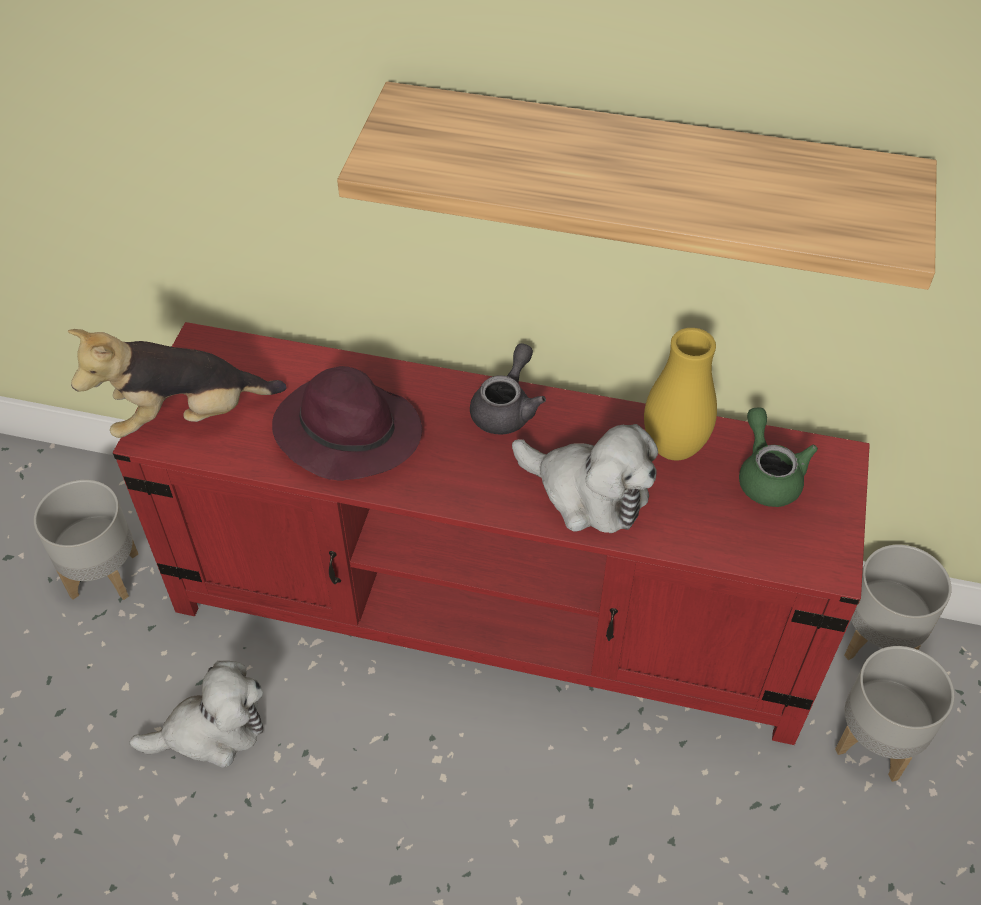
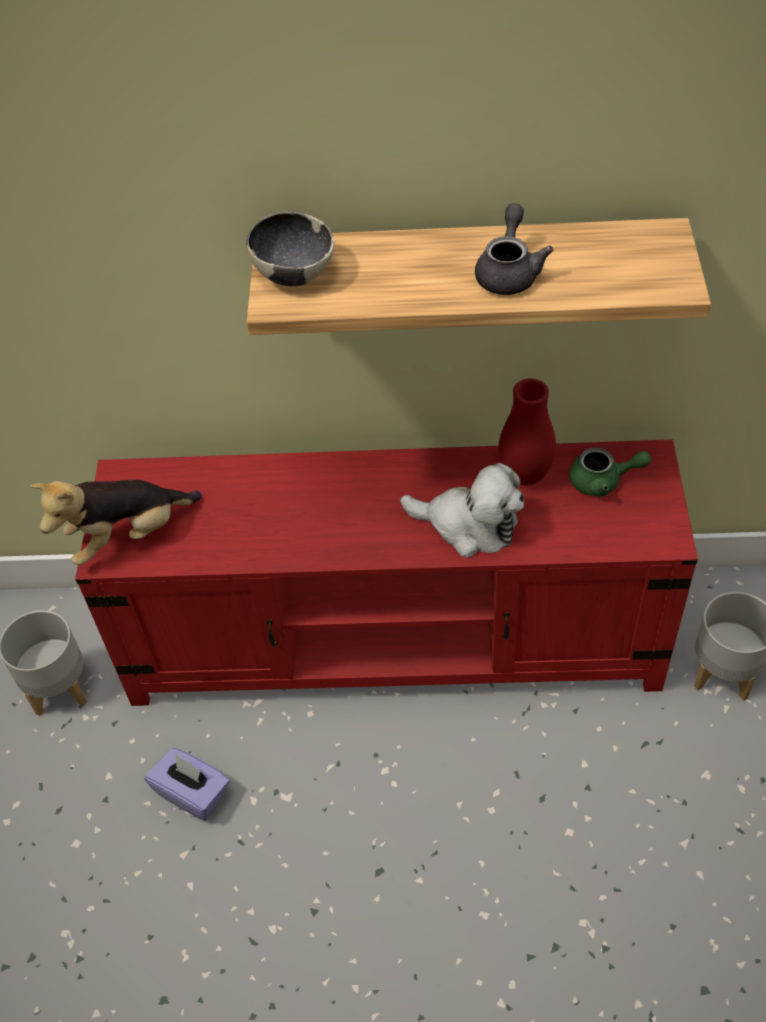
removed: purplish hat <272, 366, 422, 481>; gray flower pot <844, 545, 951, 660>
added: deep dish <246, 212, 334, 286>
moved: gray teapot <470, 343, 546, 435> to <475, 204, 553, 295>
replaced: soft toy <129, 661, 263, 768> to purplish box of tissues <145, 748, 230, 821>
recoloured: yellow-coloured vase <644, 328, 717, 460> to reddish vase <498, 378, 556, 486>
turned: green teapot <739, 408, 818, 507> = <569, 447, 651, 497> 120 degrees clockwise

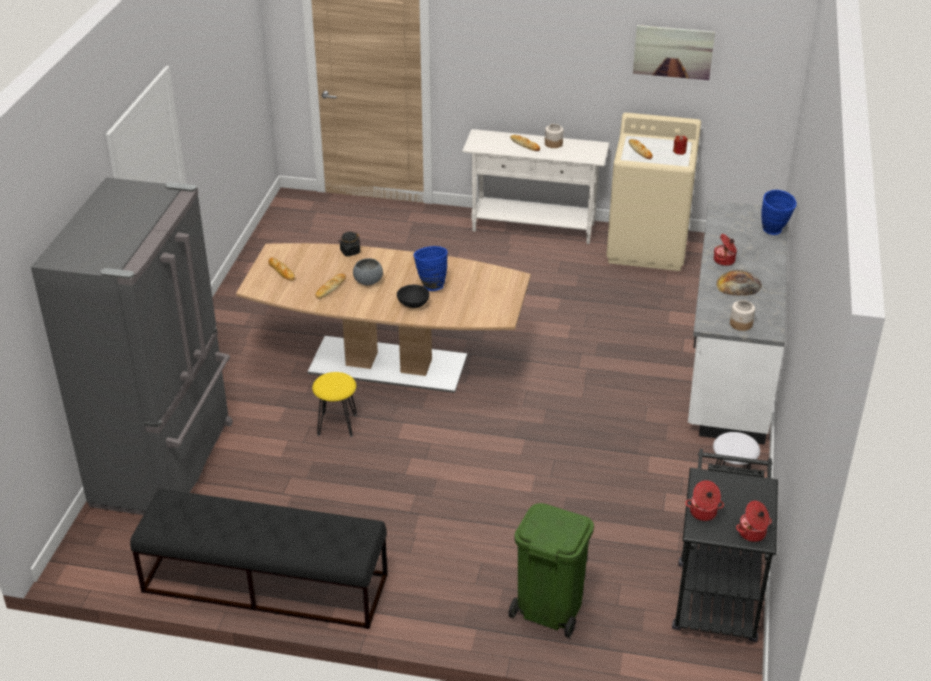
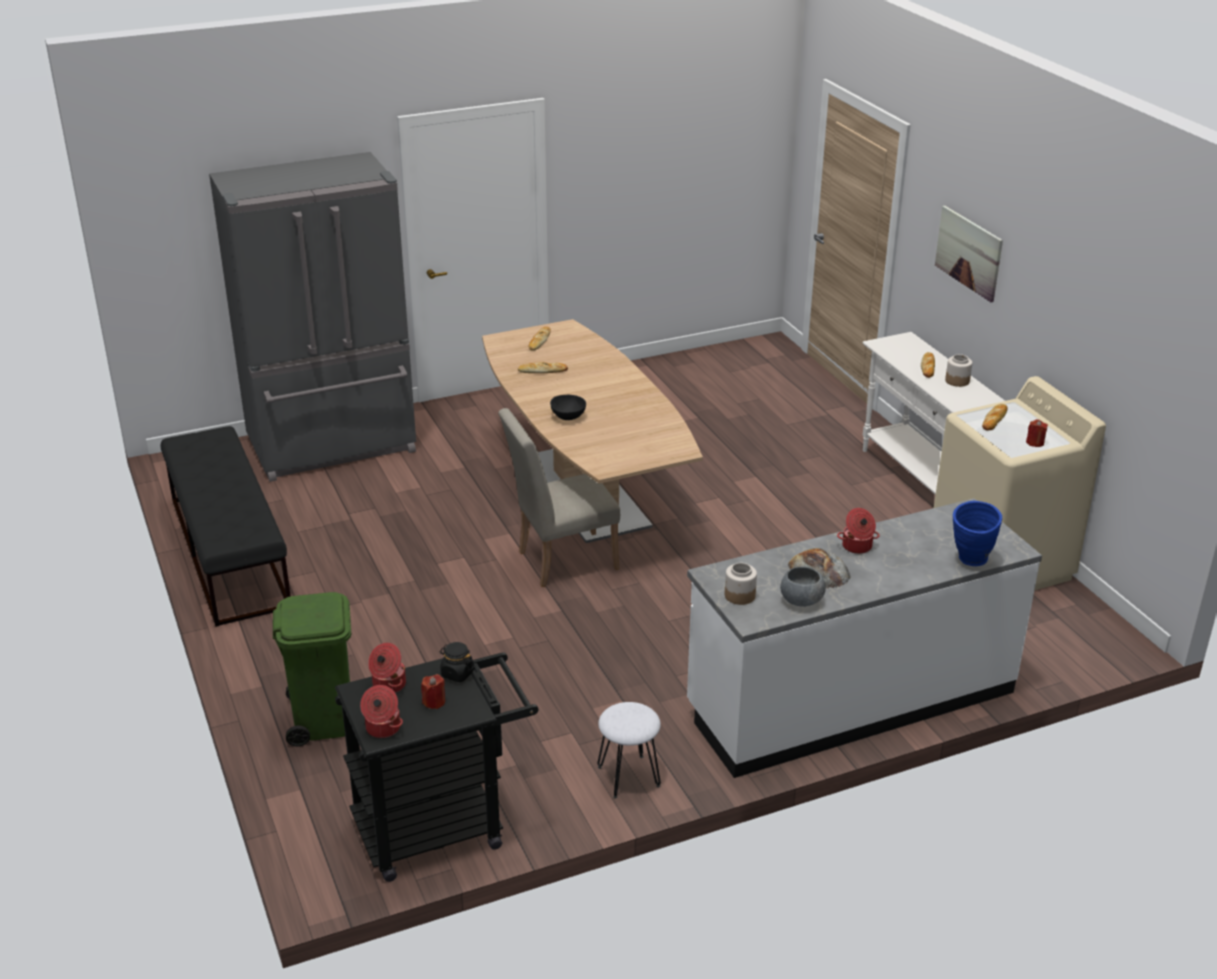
removed: yellow-coloured sitting stool <312, 372, 357, 437>; blue vase <413, 246, 448, 291>
added: reddish wax light <421, 674, 445, 709>; beige plain chair <498, 408, 620, 587>
moved: blackish jar <338, 232, 361, 256> to <440, 642, 474, 682>; gray deep dish <353, 258, 383, 285> to <780, 567, 826, 607>; wall art <633, 25, 715, 80> to <935, 206, 1003, 302>

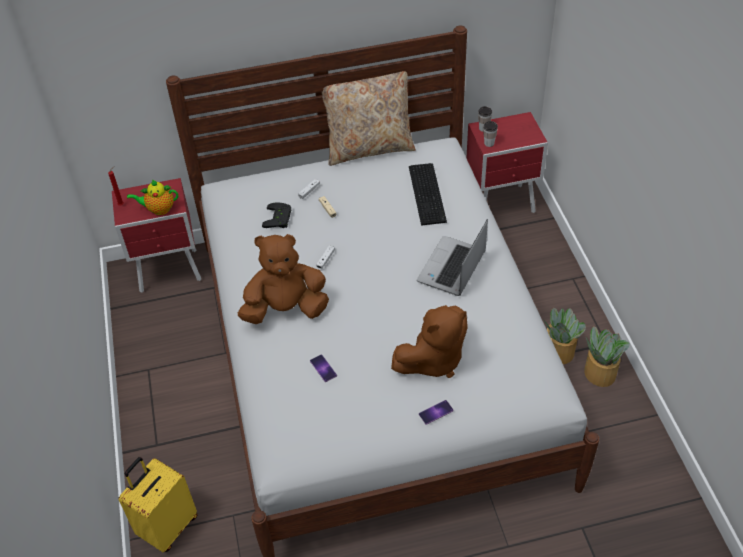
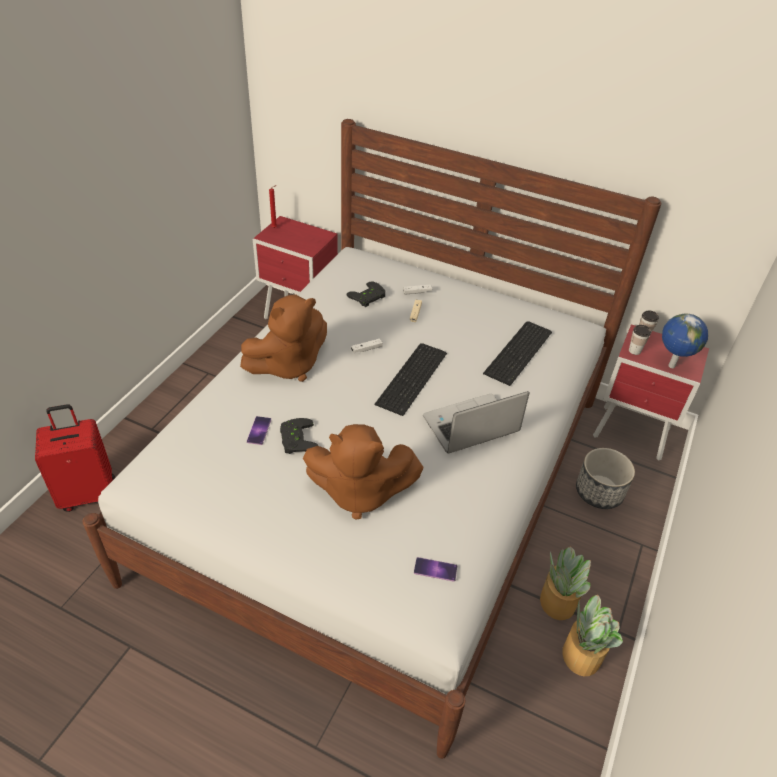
removed: teapot <127, 180, 178, 215>; beige cushion <322, 71, 416, 166>
added: blackish game controller <280, 418, 318, 454>; PC keyboard <375, 343, 447, 416>; flower pot <576, 448, 635, 509>; globe <662, 314, 708, 368>
moved: telephone <419, 400, 453, 425> to <414, 557, 457, 582>
recoloured: yellow-coloured piece of luggage <118, 457, 198, 552> to reddish piece of luggage <35, 404, 115, 512>
turned: brown soft toy <238, 234, 329, 324> = <240, 294, 327, 382> 120 degrees clockwise

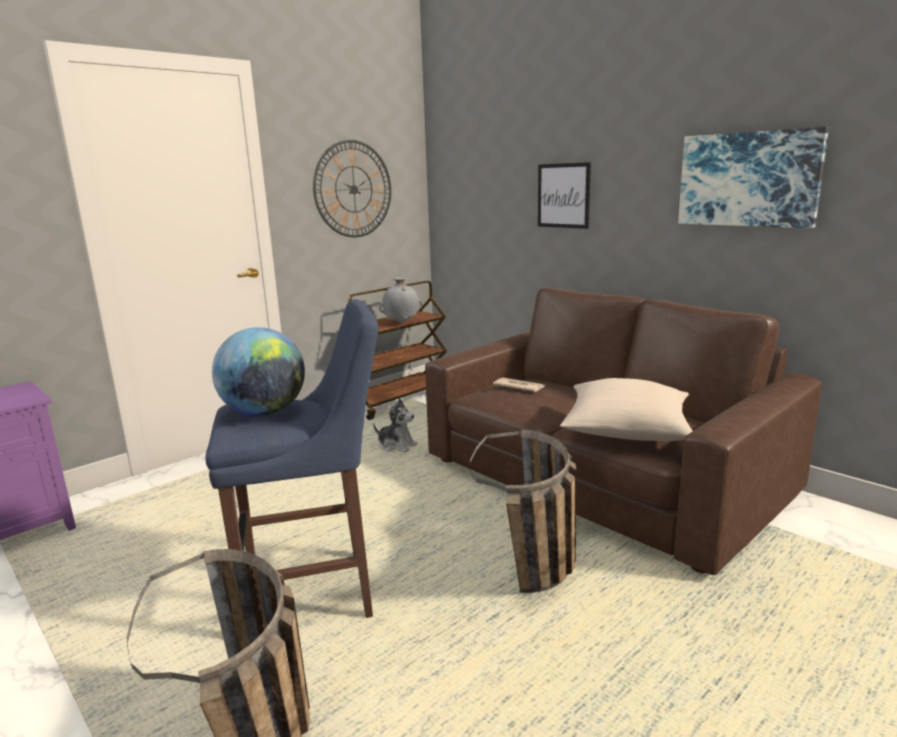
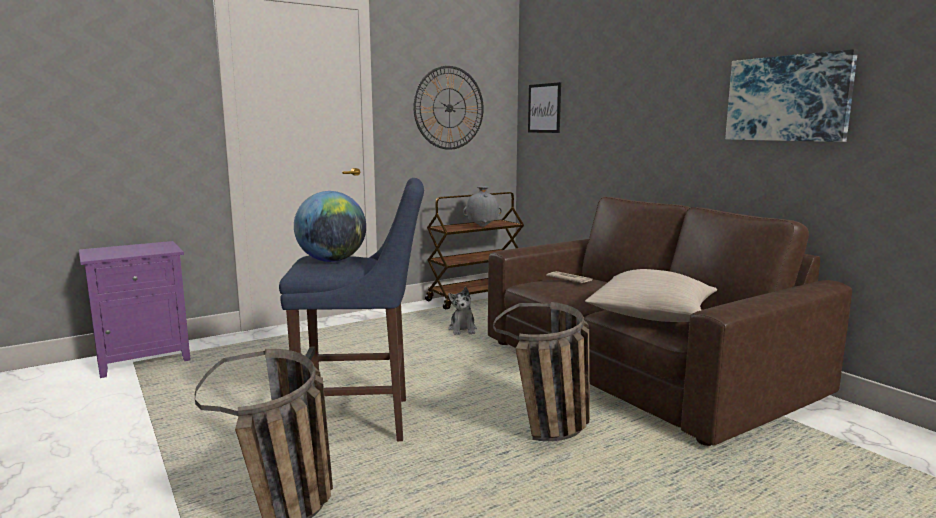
moved: wall art <538, 162, 591, 229> to <528, 82, 561, 133>
turned: soft toy <373, 398, 418, 453> = <448, 287, 477, 335> 45 degrees clockwise

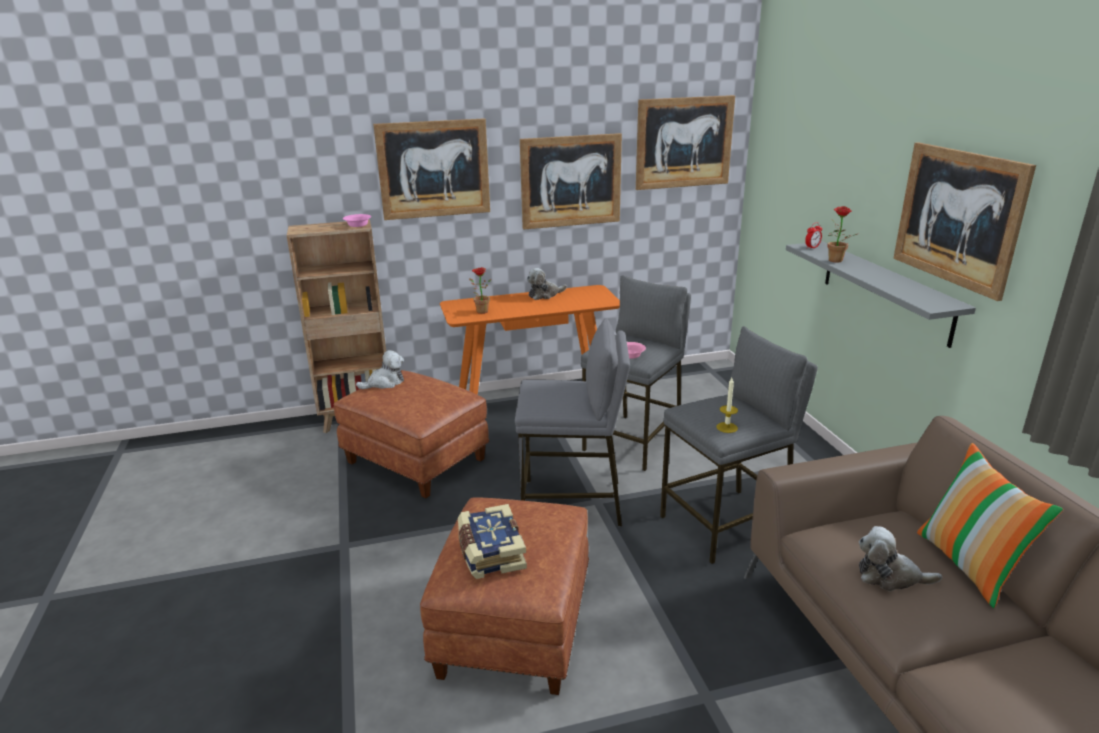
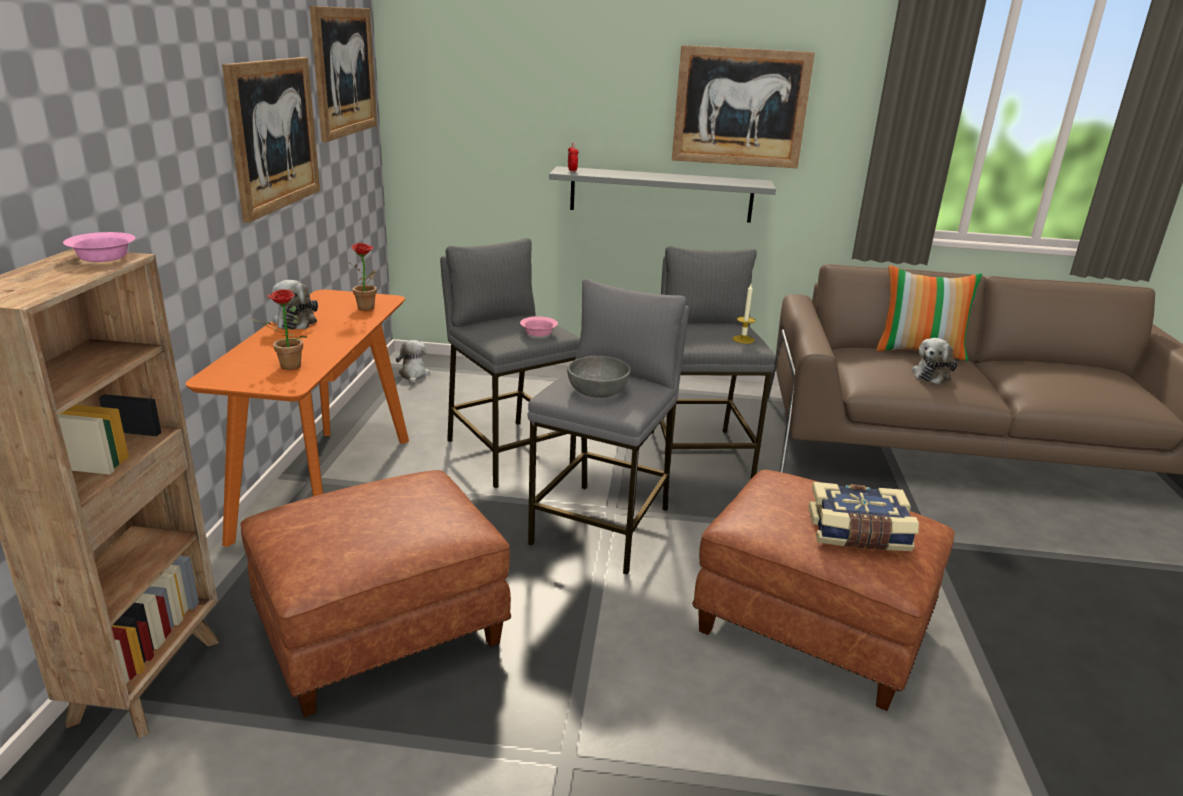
removed: wall art <373, 118, 490, 220>
added: gray deep dish <567, 356, 631, 398>
moved: soft toy <356, 350, 404, 389> to <396, 340, 430, 385>; houseplant <828, 206, 857, 262> to <347, 243, 377, 311>

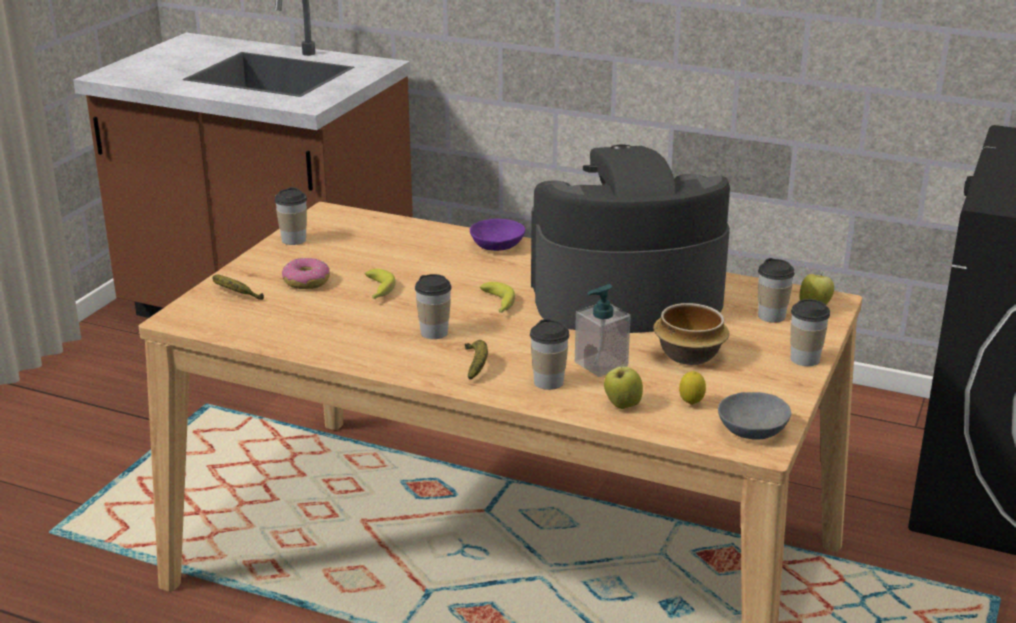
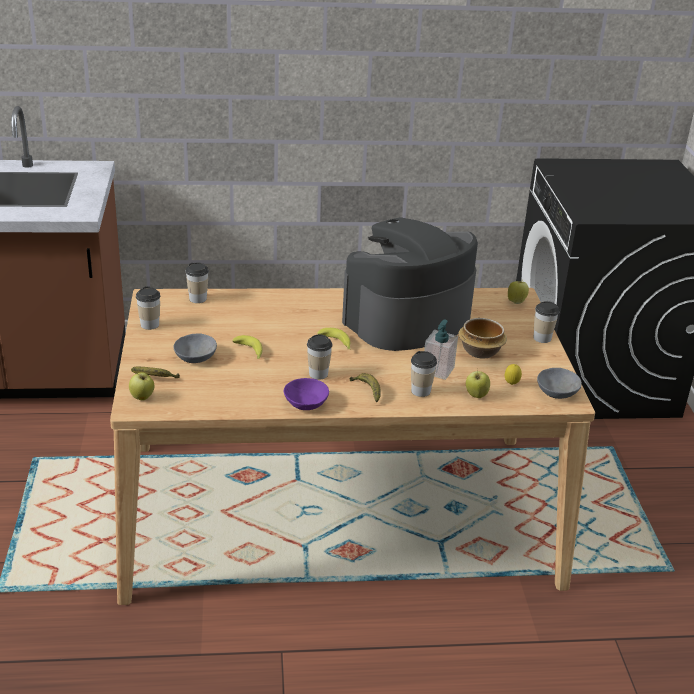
added: apple <129, 372, 155, 400>
moved: purplish deep dish <470, 219, 525, 251> to <284, 378, 329, 410>; drinking cup <758, 258, 795, 323> to <185, 263, 209, 303>
replaced: doughnut <282, 258, 330, 289> to gray deep dish <173, 333, 217, 363>

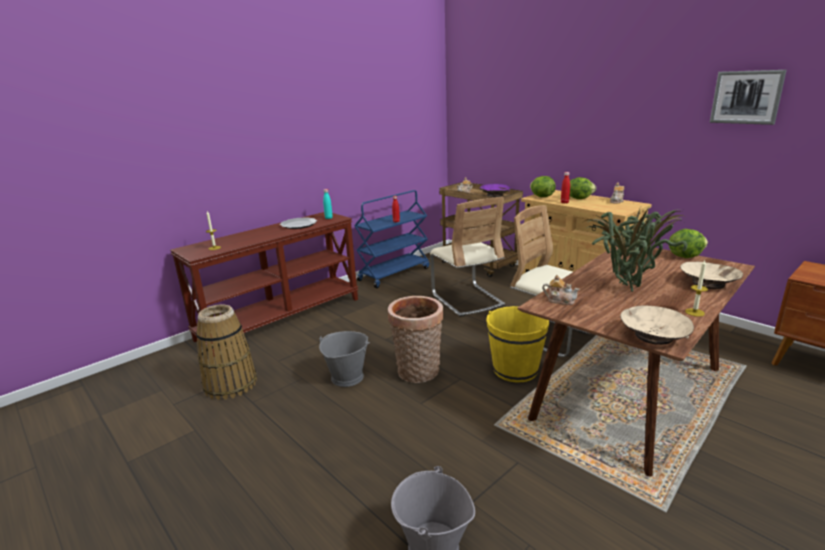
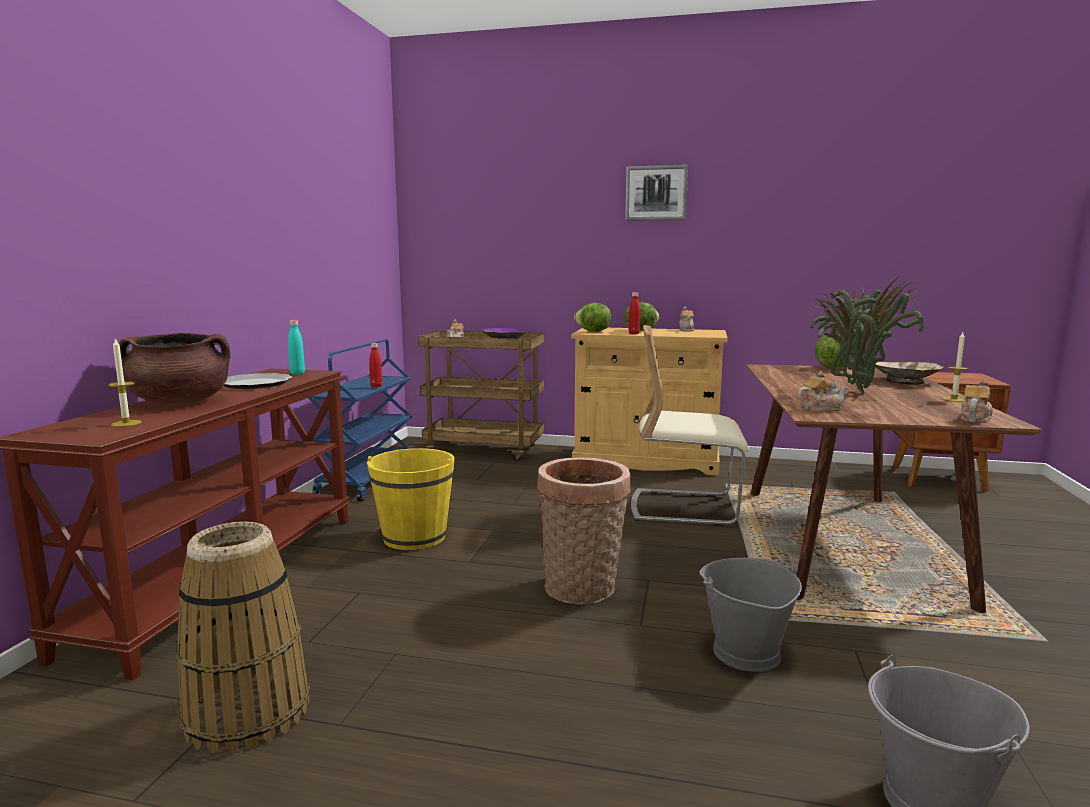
removed: beige plain chair <430, 197, 505, 317>
added: brown saucepot <119, 333, 230, 404>
moved: gray pail <319, 331, 370, 387> to <699, 558, 802, 672>; yellow-coloured pail <486, 306, 549, 383> to <367, 448, 455, 550>; wall art <710, 70, 787, 125> to <625, 165, 688, 221>
replaced: beige deep dish <620, 305, 694, 345> to teapot <958, 379, 993, 423>

